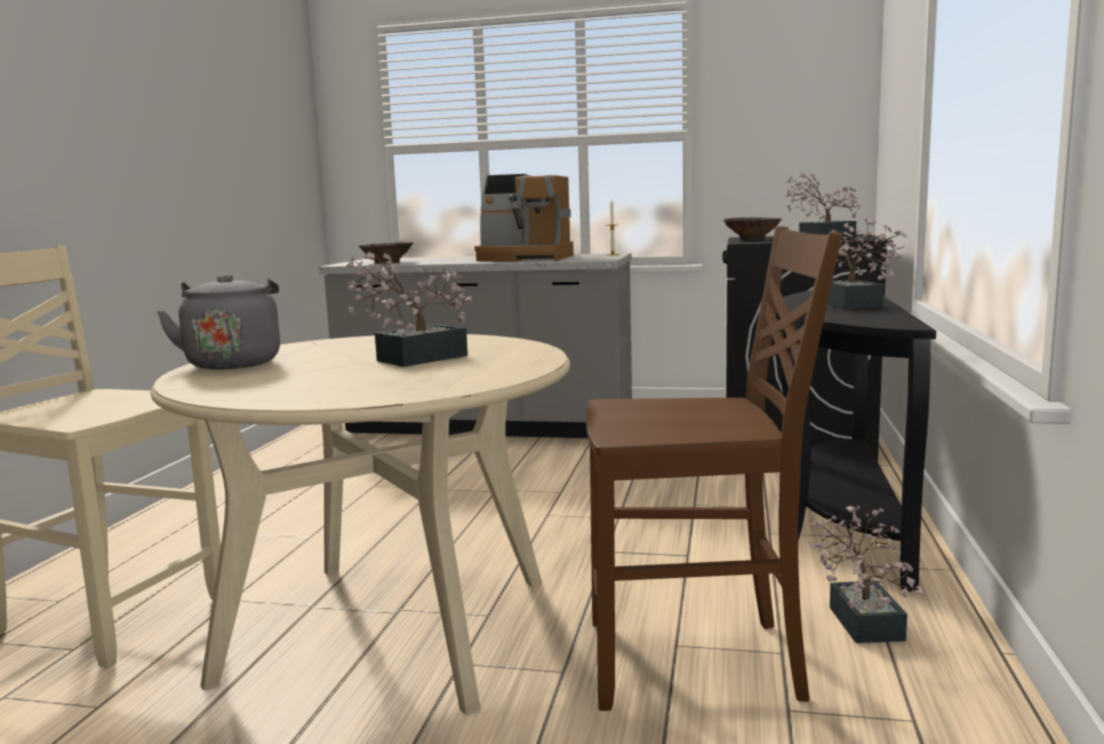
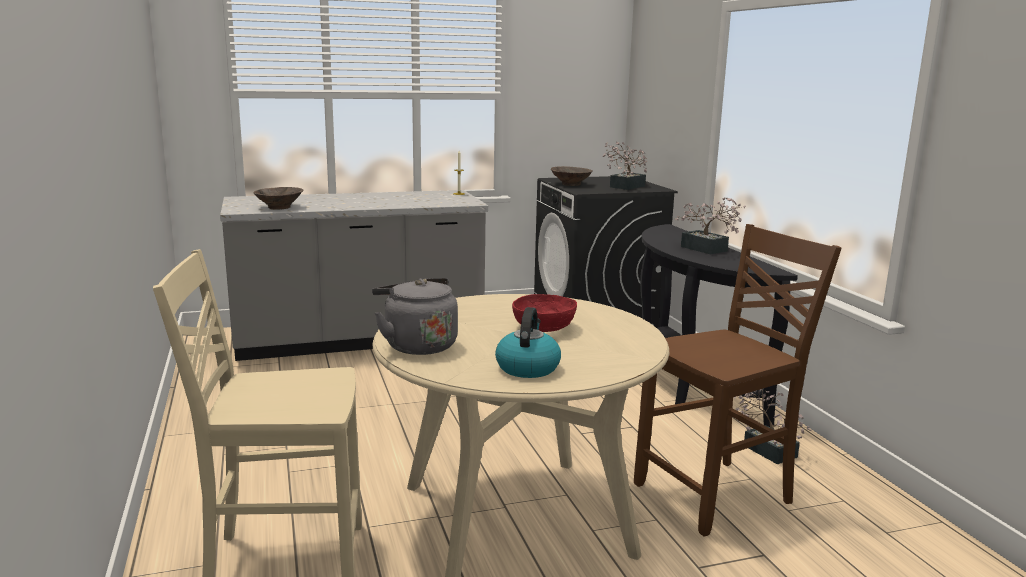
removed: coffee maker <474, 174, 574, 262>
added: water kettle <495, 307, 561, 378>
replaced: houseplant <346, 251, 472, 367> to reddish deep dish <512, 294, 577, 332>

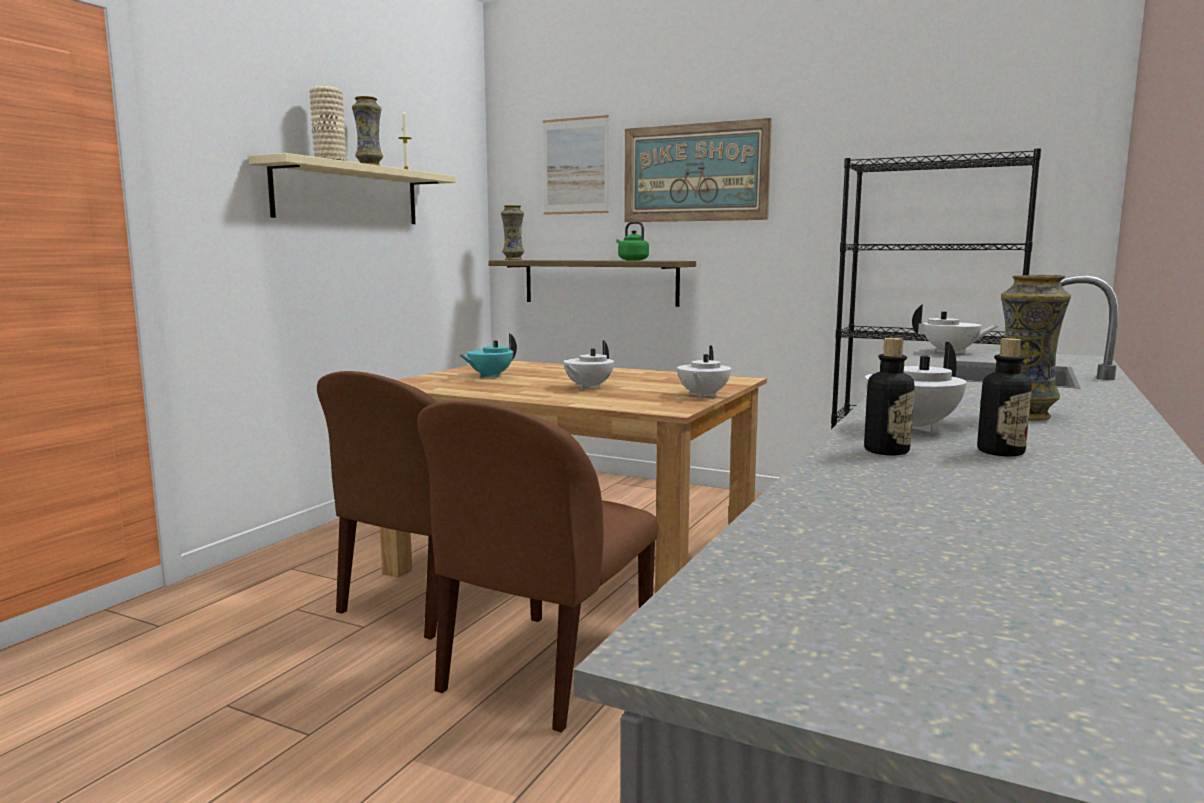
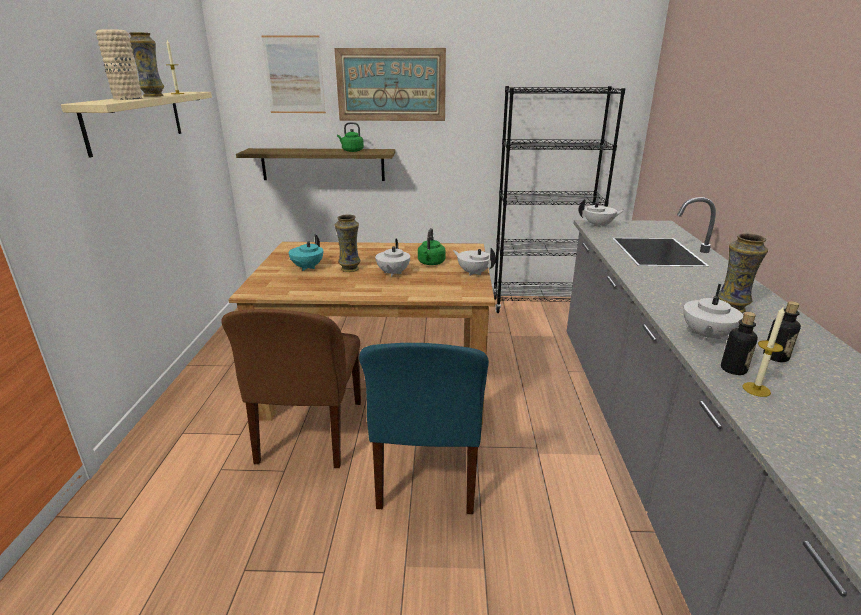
added: green water kettle <418, 228, 446, 265>; wax light <742, 306, 785, 397>
moved: vase <501, 205, 524, 260> to <335, 214, 361, 272>
recoloured: brown plain chair <417, 400, 658, 732> to blue plain chair <359, 343, 489, 514>
turned: whitish teapot <677, 345, 731, 398> = <453, 248, 496, 276> 135 degrees clockwise

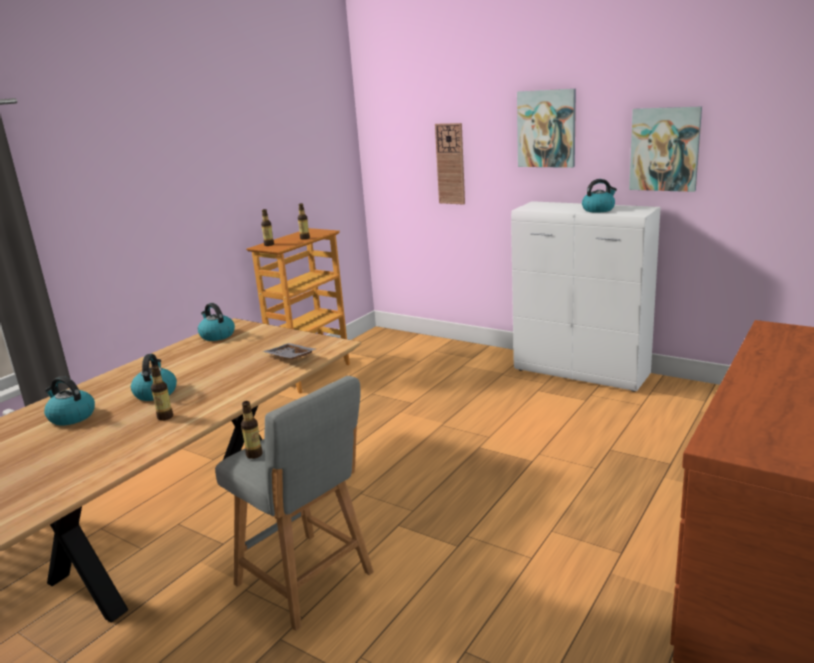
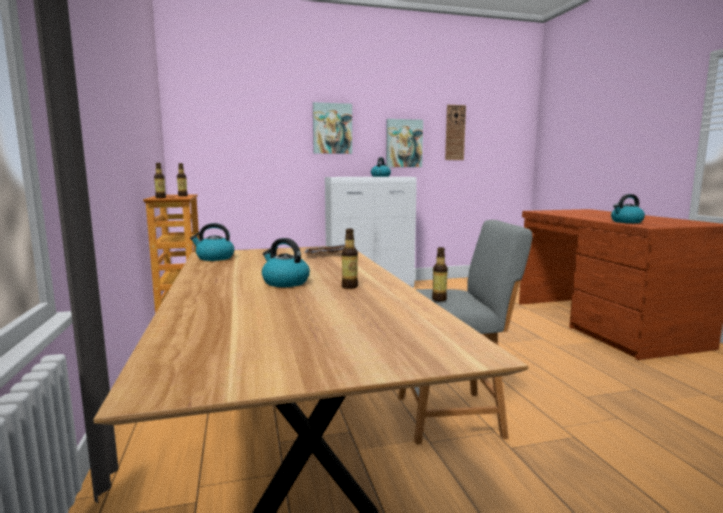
moved: water kettle <44, 376, 95, 425> to <611, 194, 645, 223>; wall clock <435, 123, 465, 205> to <445, 105, 466, 160>

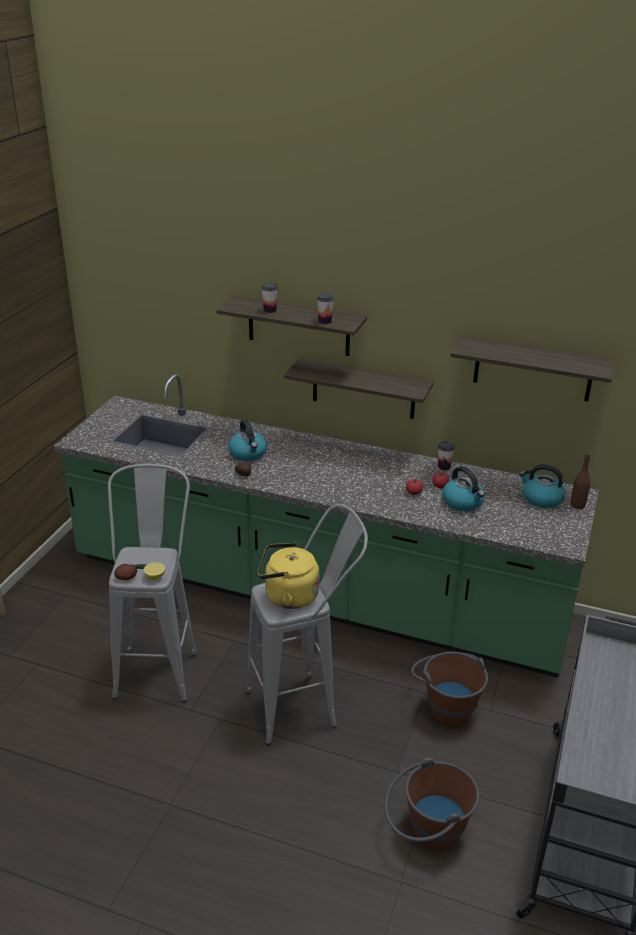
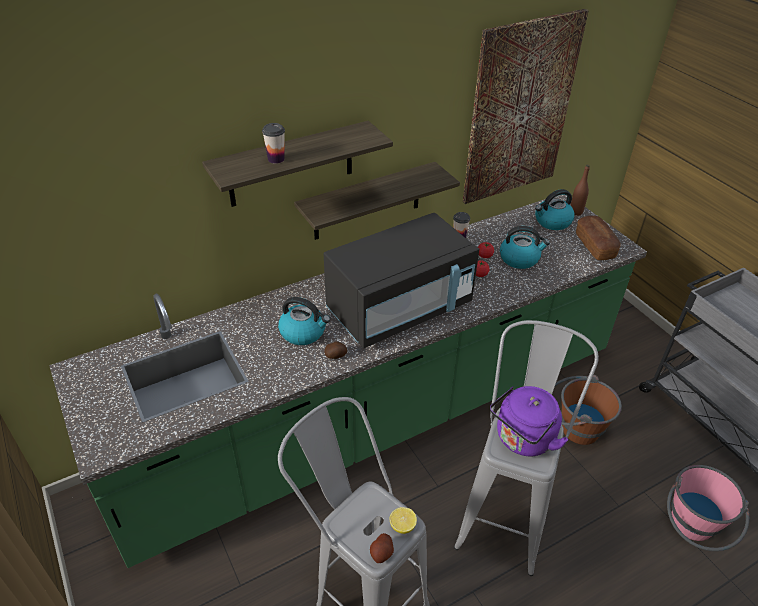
removed: drinking cup <317, 293, 334, 324>
added: blackish microwave oven <323, 213, 479, 348>; bakery bread <576, 216, 621, 260>
replaced: shelf <451, 336, 616, 402> to wall art <463, 9, 589, 204>
recoloured: yellow-coloured water kettle <258, 542, 319, 609> to purplish water kettle <490, 386, 568, 456>; brown pail <384, 758, 480, 850> to pink pail <667, 465, 750, 551>

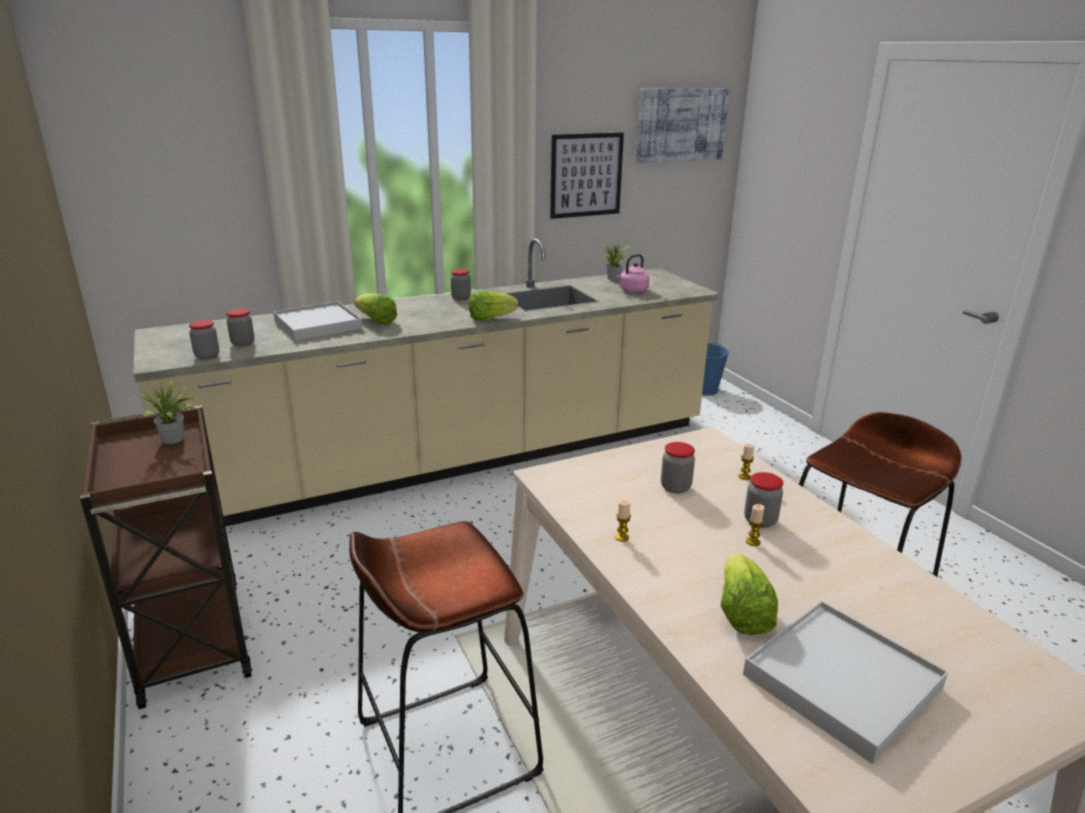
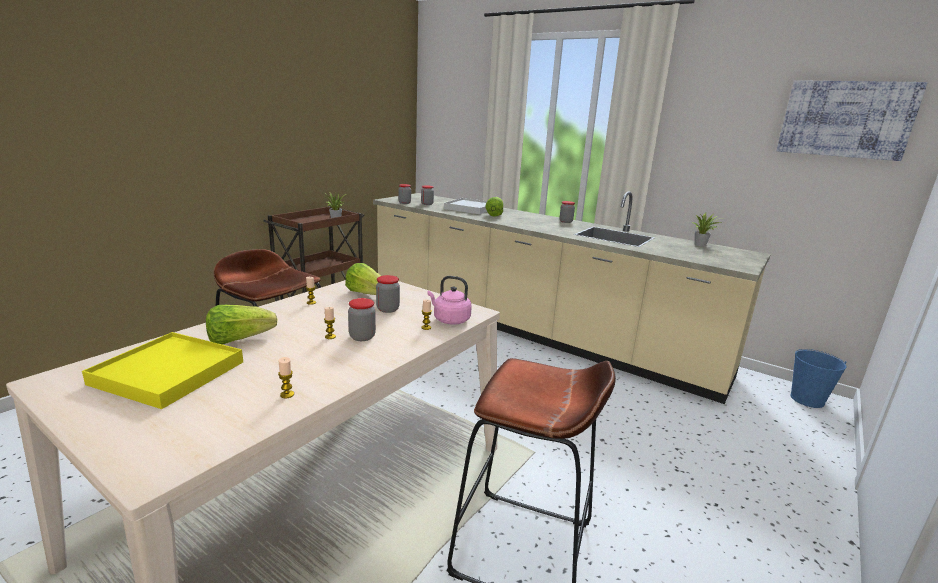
removed: wall art <550, 132, 624, 219>
added: wax light <278, 357, 294, 398>
moved: lettuce <469, 291, 518, 321> to <345, 263, 381, 295>; pink water kettle <616, 254, 650, 293> to <427, 276, 472, 324>
recoloured: whitish tray <743, 601, 948, 764> to yellow-coloured tray <82, 332, 243, 409>

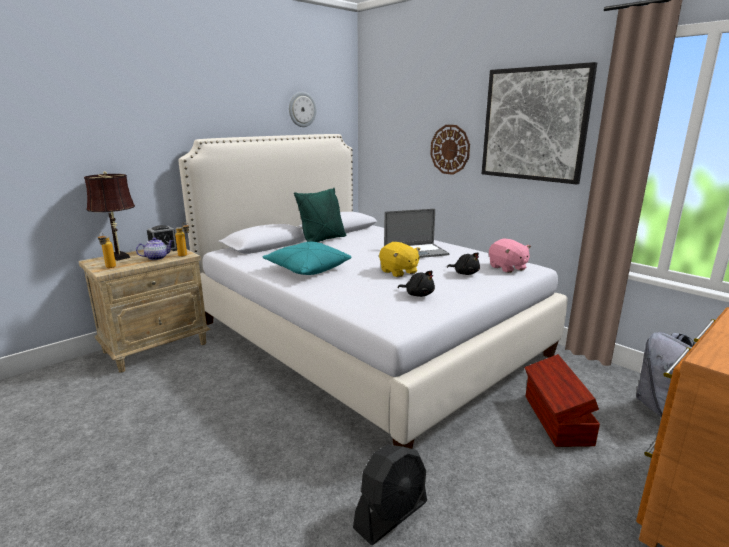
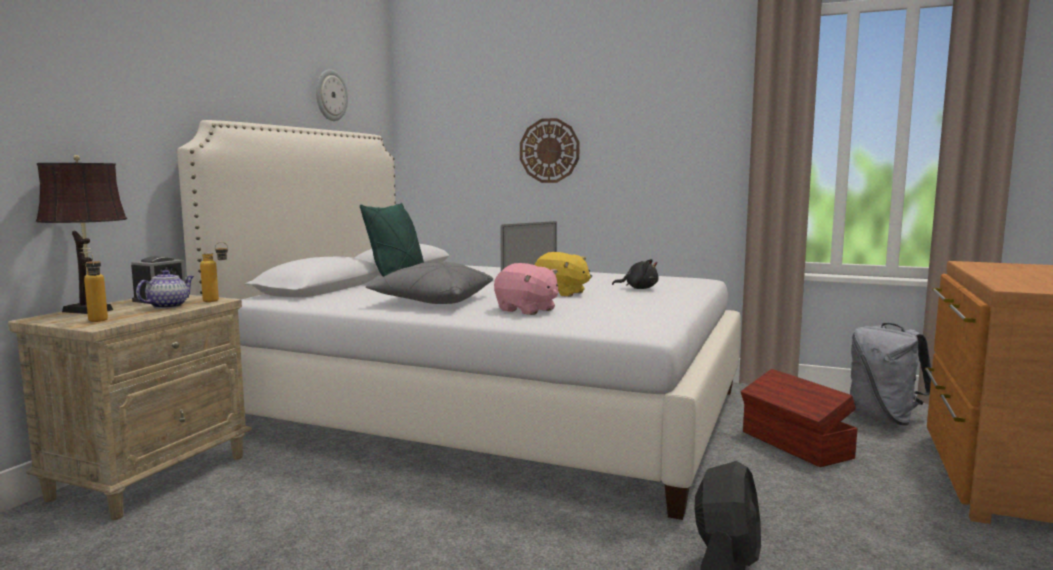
removed: blackish soft toy <398, 270, 435, 297>; wall art <482, 62, 597, 184>
moved: pink soft toy <489, 238, 531, 273> to <494, 263, 558, 315>
recoloured: blue-green cushion <262, 242, 352, 275> to gray cushion <366, 261, 493, 304>

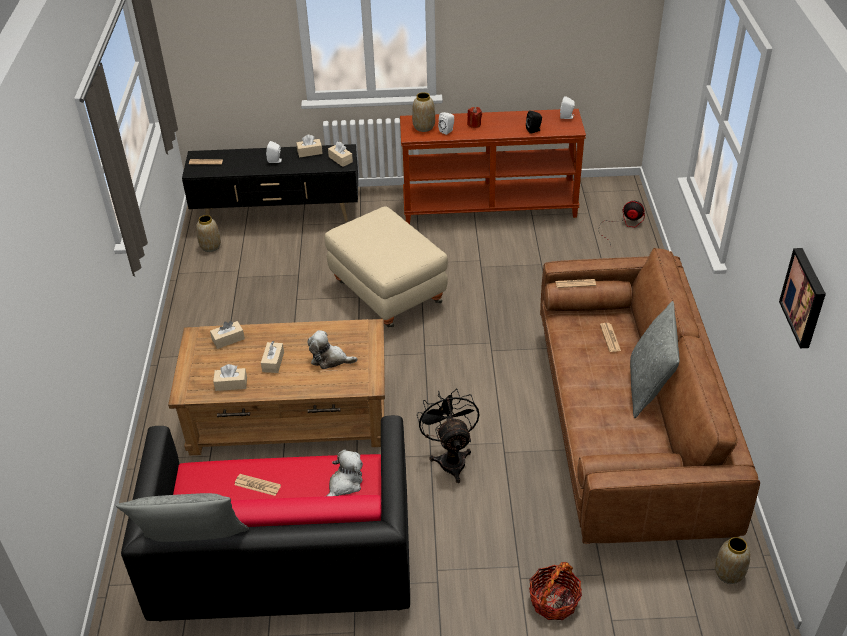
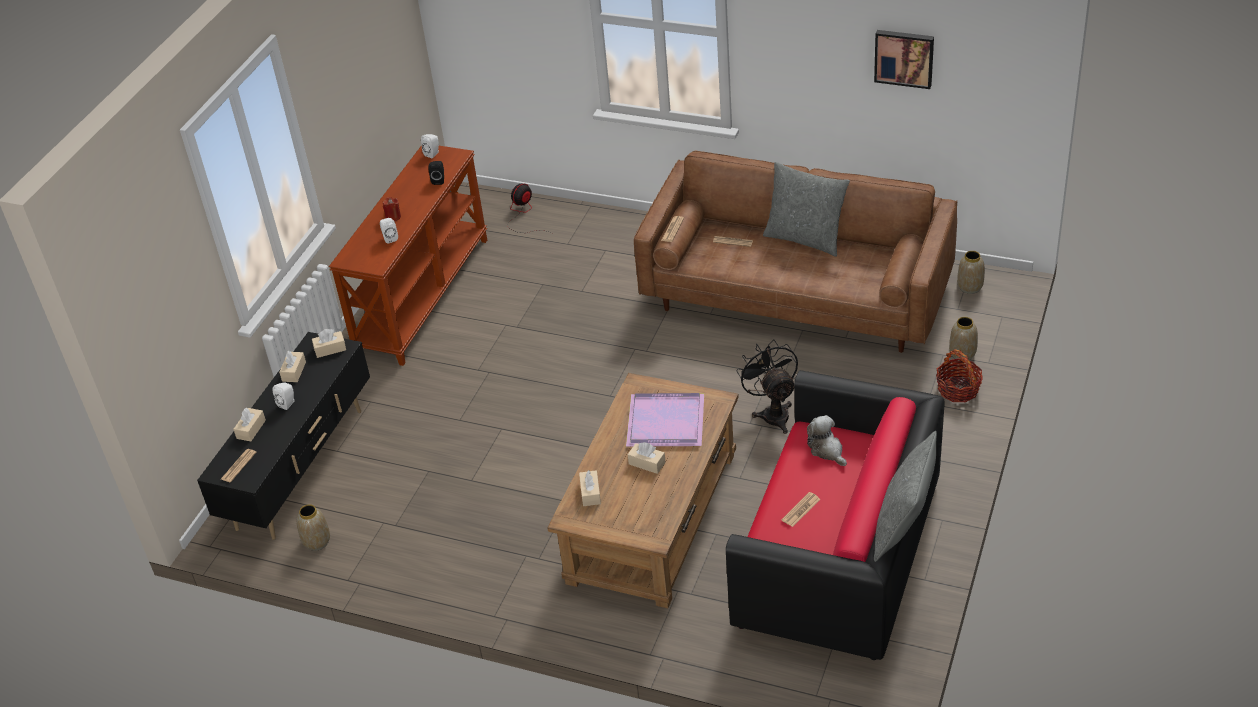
removed: beige pouffe <325, 206, 448, 328>
moved: beige box of tissues <213, 364, 247, 391> to <233, 408, 266, 441>; vase <412, 92, 435, 132> to <949, 317, 978, 361>
replaced: soft toy <308, 330, 358, 369> to purplish tray <626, 393, 704, 446>
turned: blackish cooling fan <417, 389, 479, 483> = <736, 339, 798, 434> 60 degrees clockwise

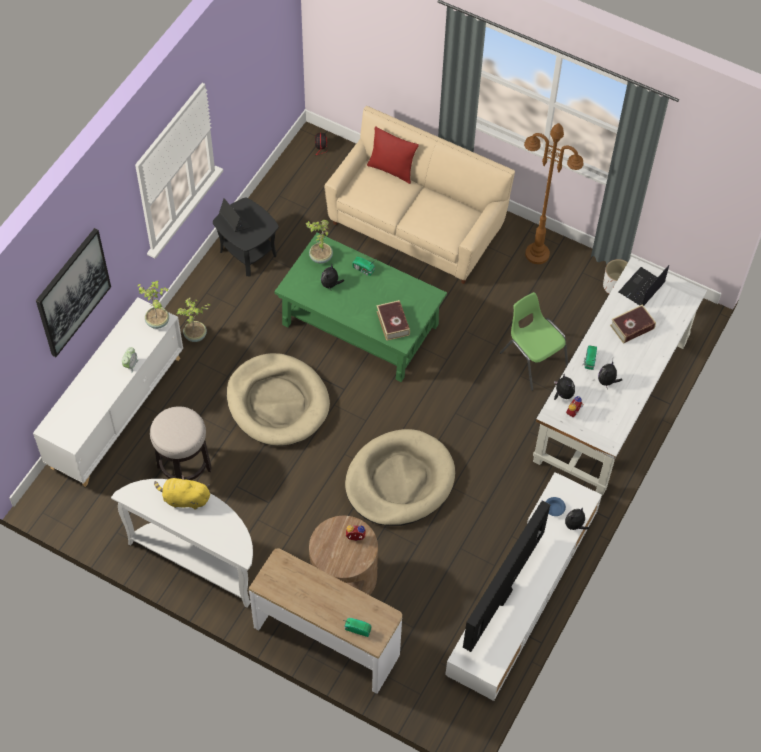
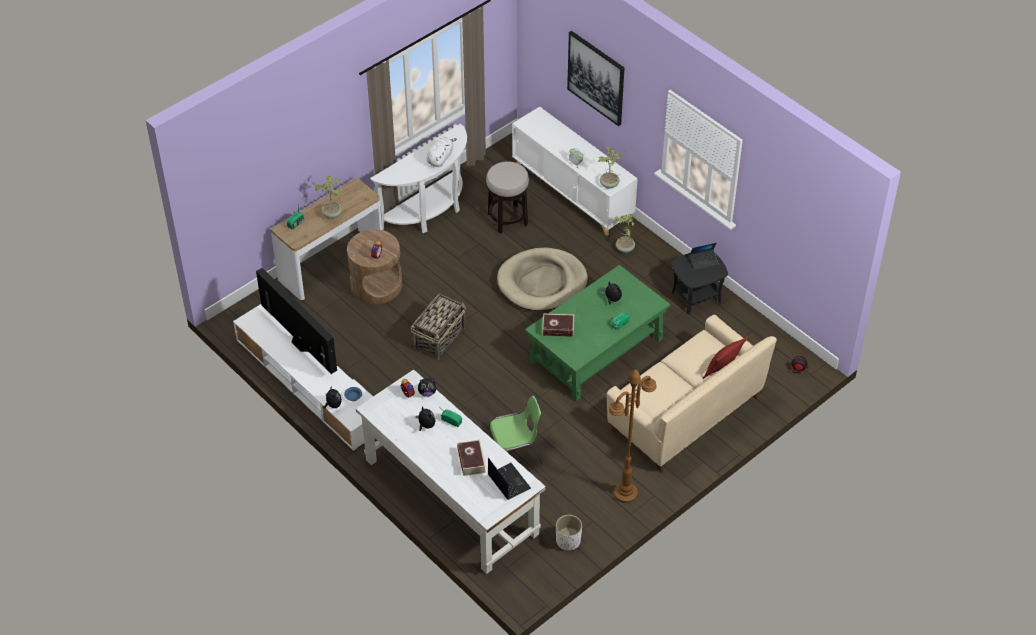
moved: houseplant <306, 220, 333, 264> to <313, 174, 342, 219>
replaced: beige dog bed <345, 429, 455, 526> to storage basket <411, 293, 466, 360>
recoloured: yellow-coloured soft toy <154, 475, 210, 510> to whitish soft toy <427, 137, 457, 167>

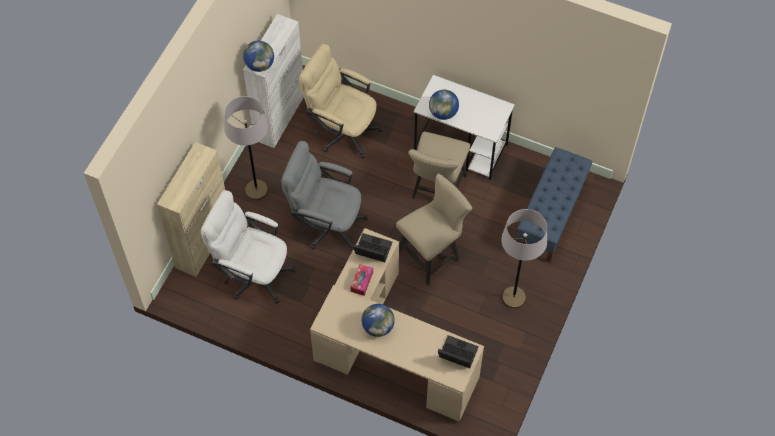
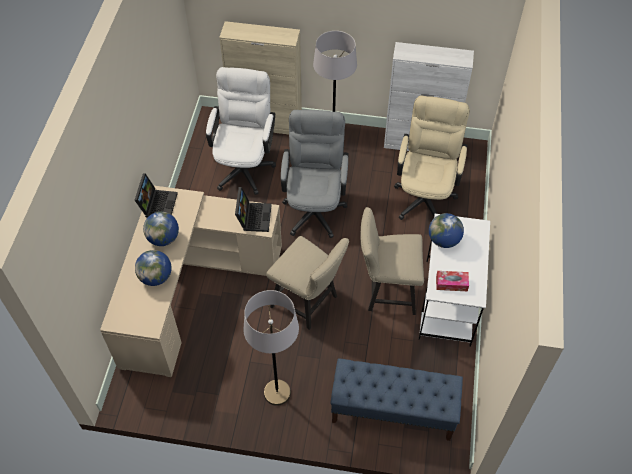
moved: globe <243, 41, 274, 72> to <135, 250, 172, 286>; box of tissues <350, 264, 373, 296> to <436, 271, 469, 291>; portable computer <438, 335, 479, 368> to <135, 173, 178, 217>

